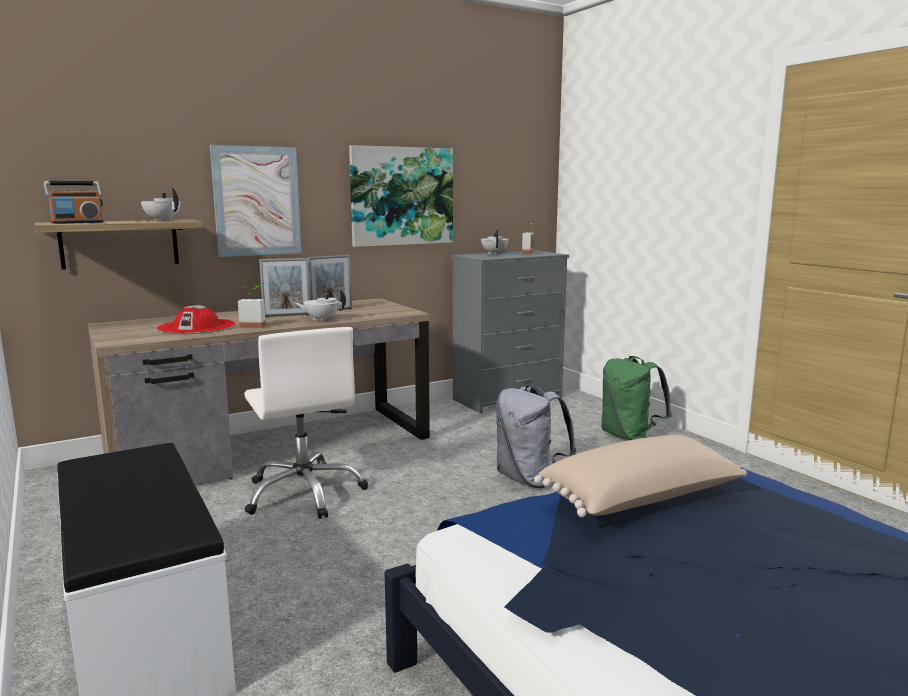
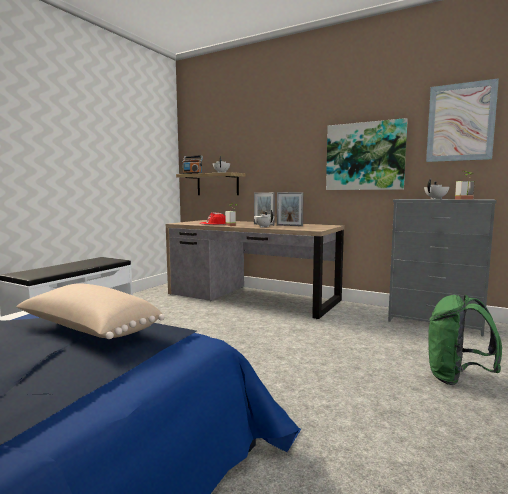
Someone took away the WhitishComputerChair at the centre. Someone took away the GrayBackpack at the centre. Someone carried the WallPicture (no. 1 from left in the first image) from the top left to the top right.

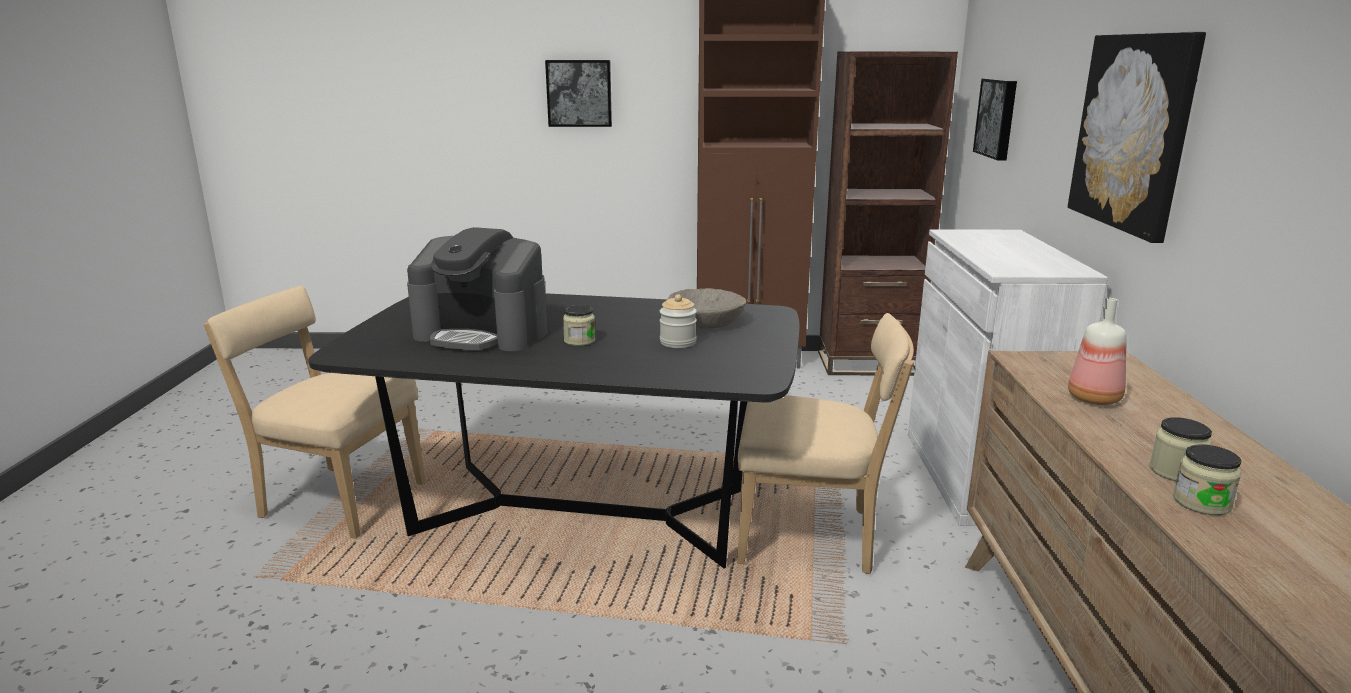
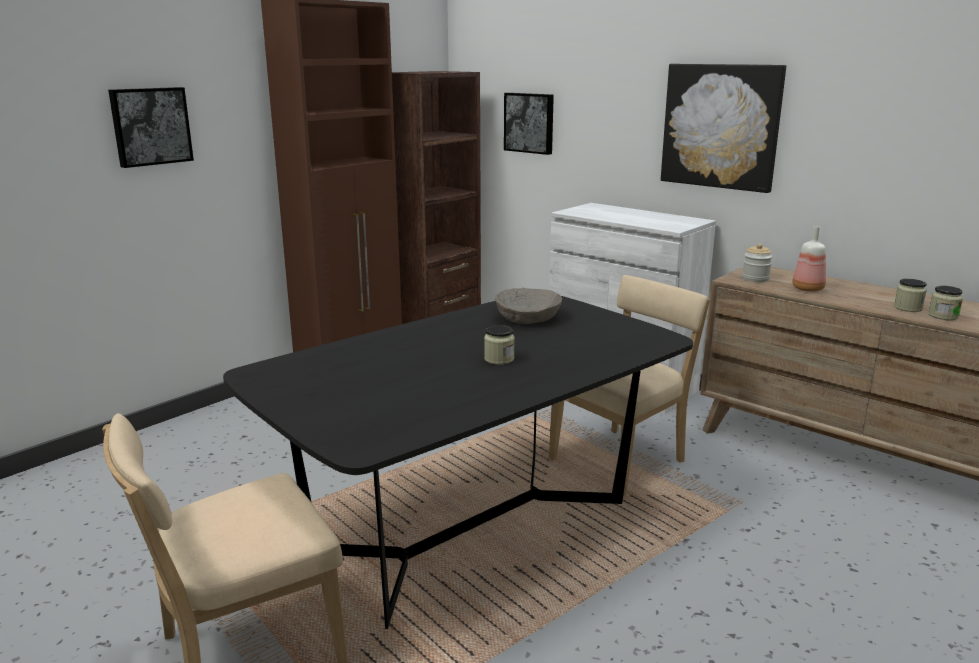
Someone took away the CoffeeMachine at the centre. Someone carried the Jar (no. 2 from left) from the centre to the middle right.

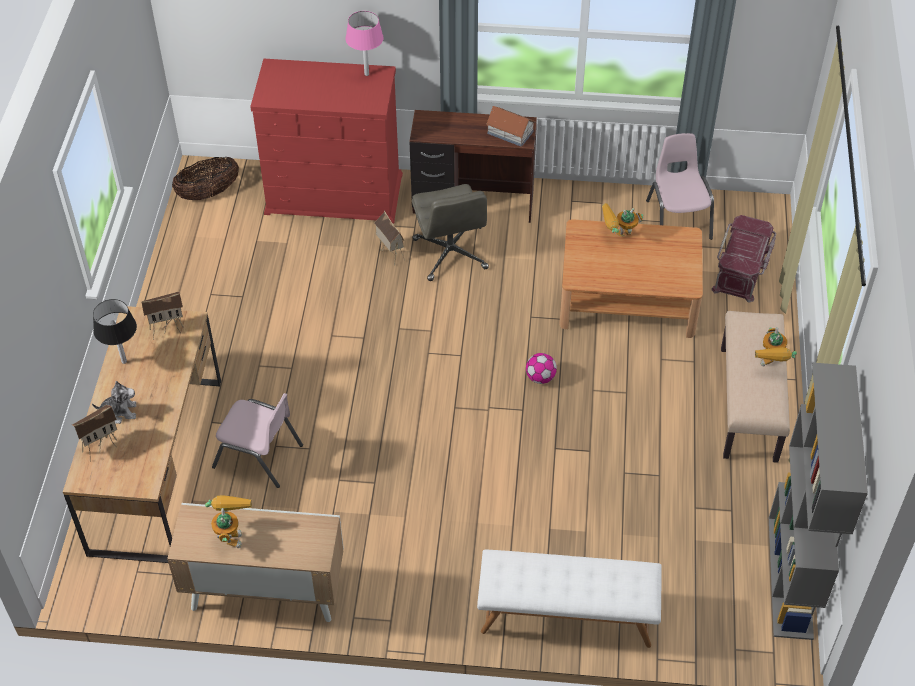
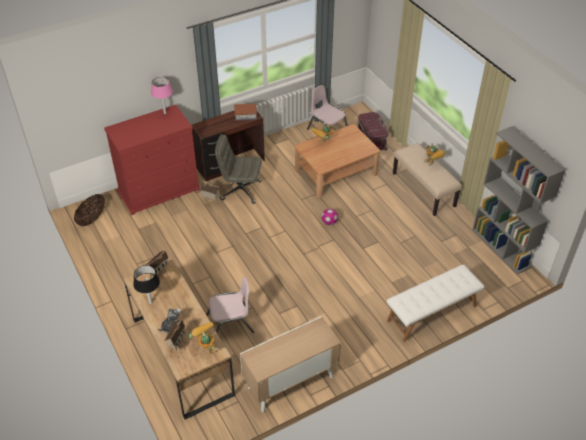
Someone carried the ToyRobot (no. 1 from left) from the bottom left to the bottom centre. Someone rotated the GrayComputerChair at the centre by 150 degrees clockwise.

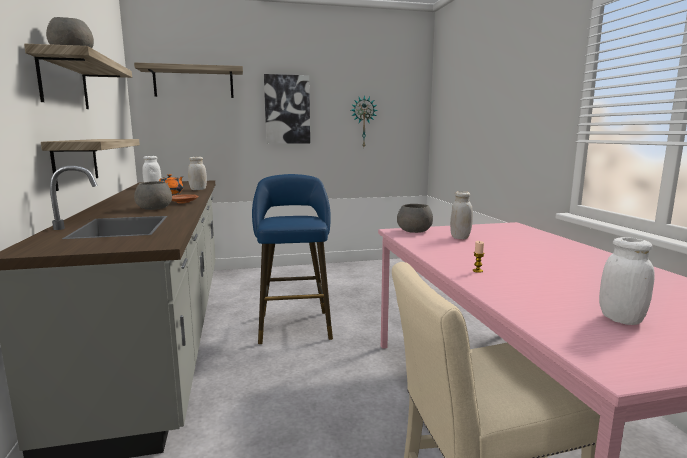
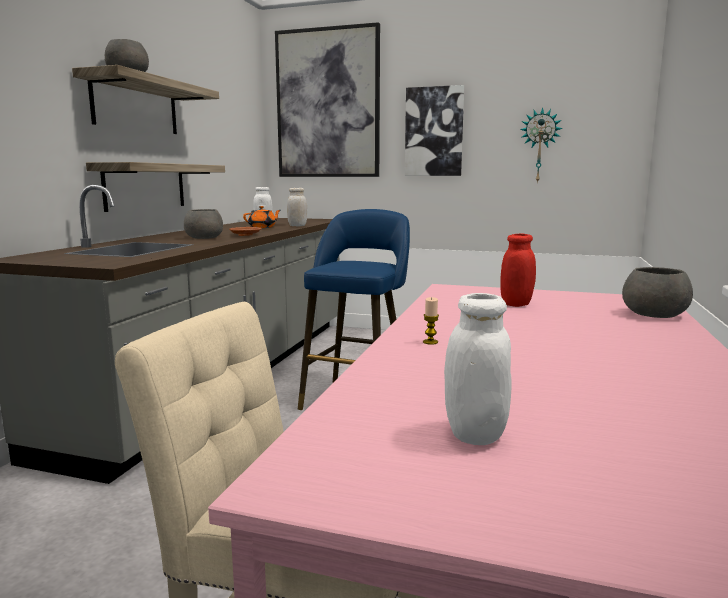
Someone carried the GrayBowl (no. 3 from left) from the centre to the middle right. Someone swapped the BracketShelf (no. 3 from left) at the top left for the WallPicture (no. 1 from left) at the top centre. Someone repainted the WhitishJar (no. 3 from left) at the middle right, which became the RedJar at the middle right.

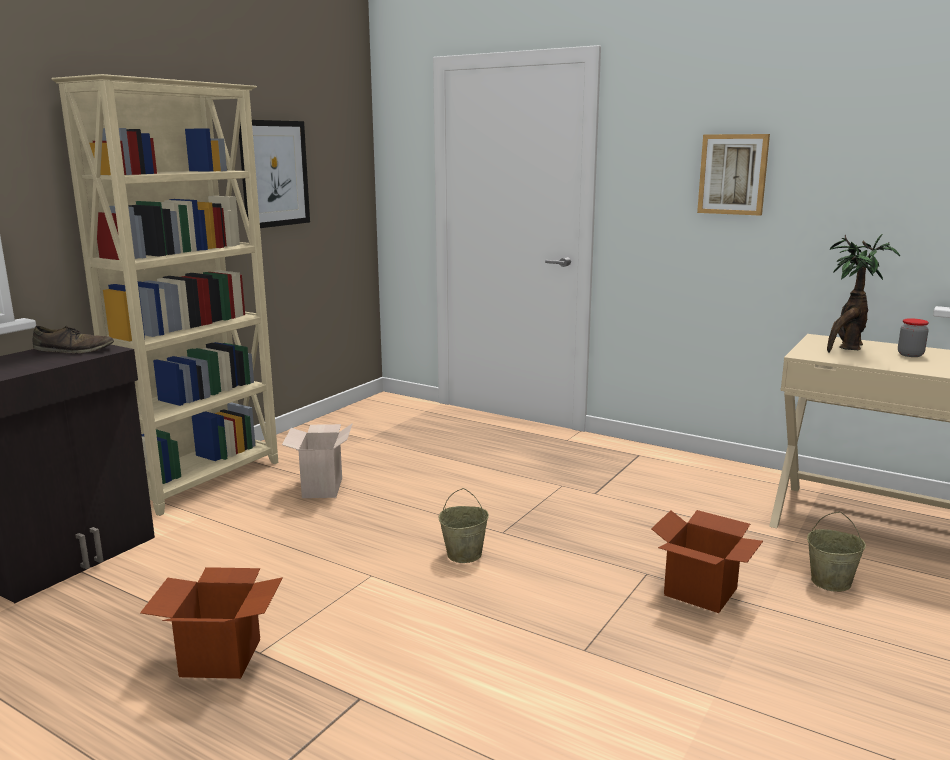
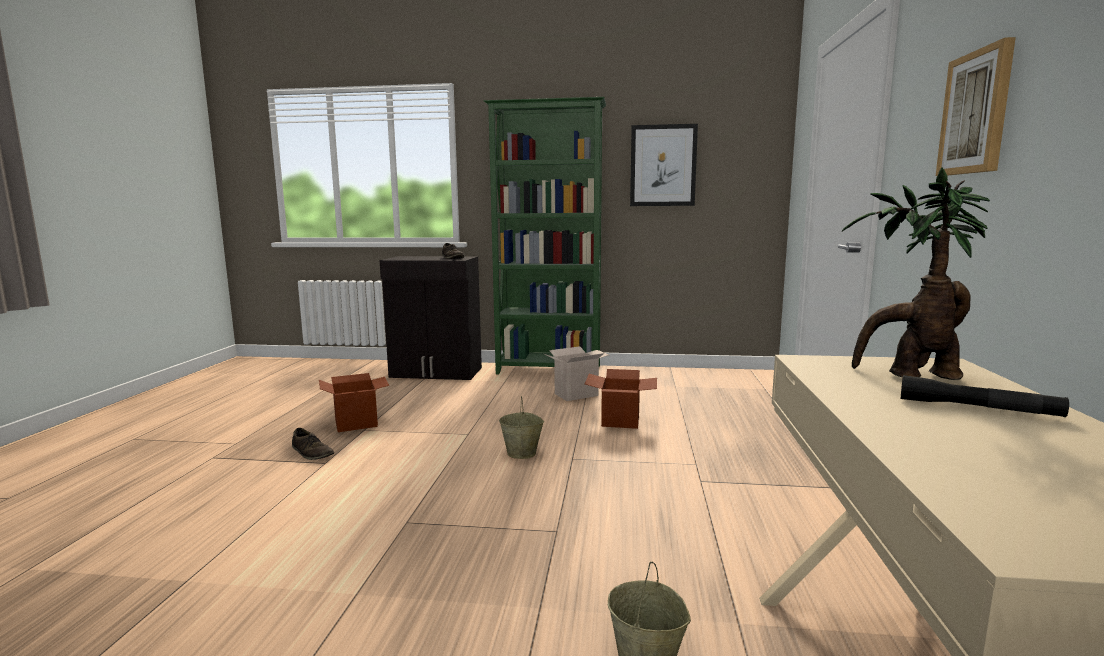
Someone put down the BrownishItemOfFootwear (no. 1 from left) at the bottom left. Someone carried the PackingBox (no. 3 from left) from the bottom right to the centre. Someone swapped the Jar at the middle right for the BlackishFlashlight at the middle right. Someone repainted the BeigeShelvingUnit at the middle left, which became the GreenishShelvingUnit at the centre.

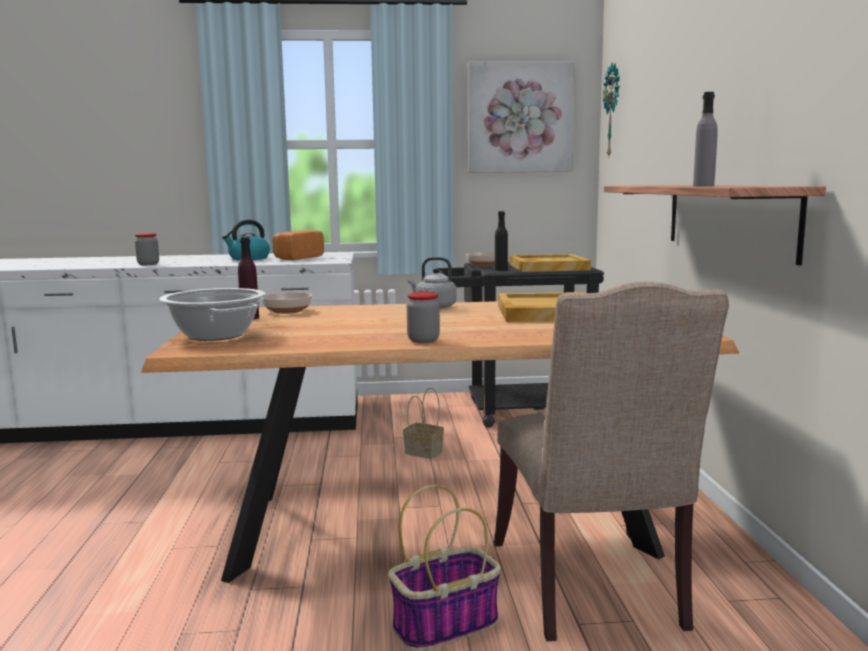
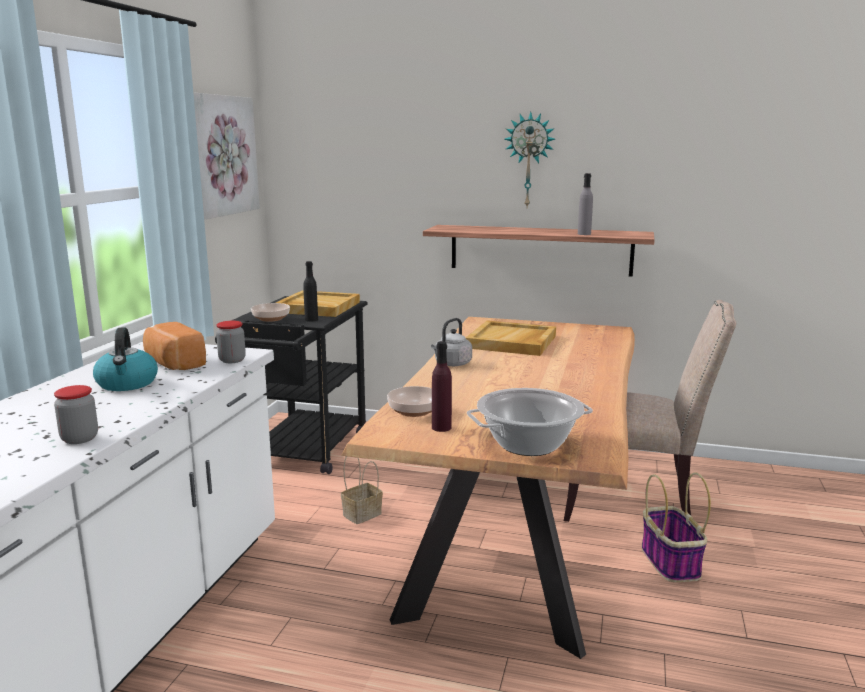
Someone carried the Jar (no. 2 from left) from the centre to the middle left. Someone carried the ClockOnTheWall from the top right to the top centre.

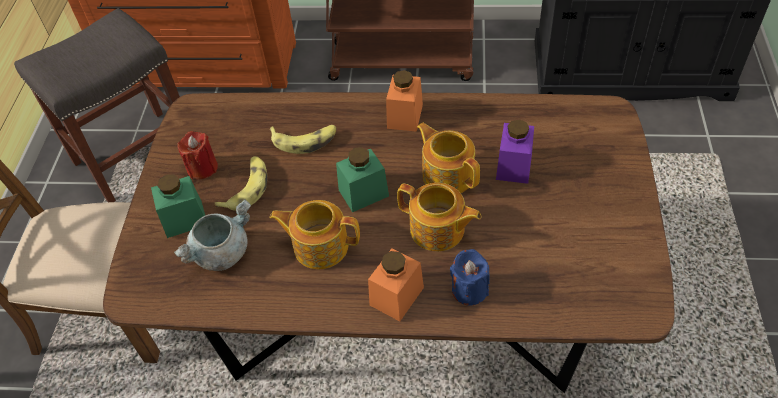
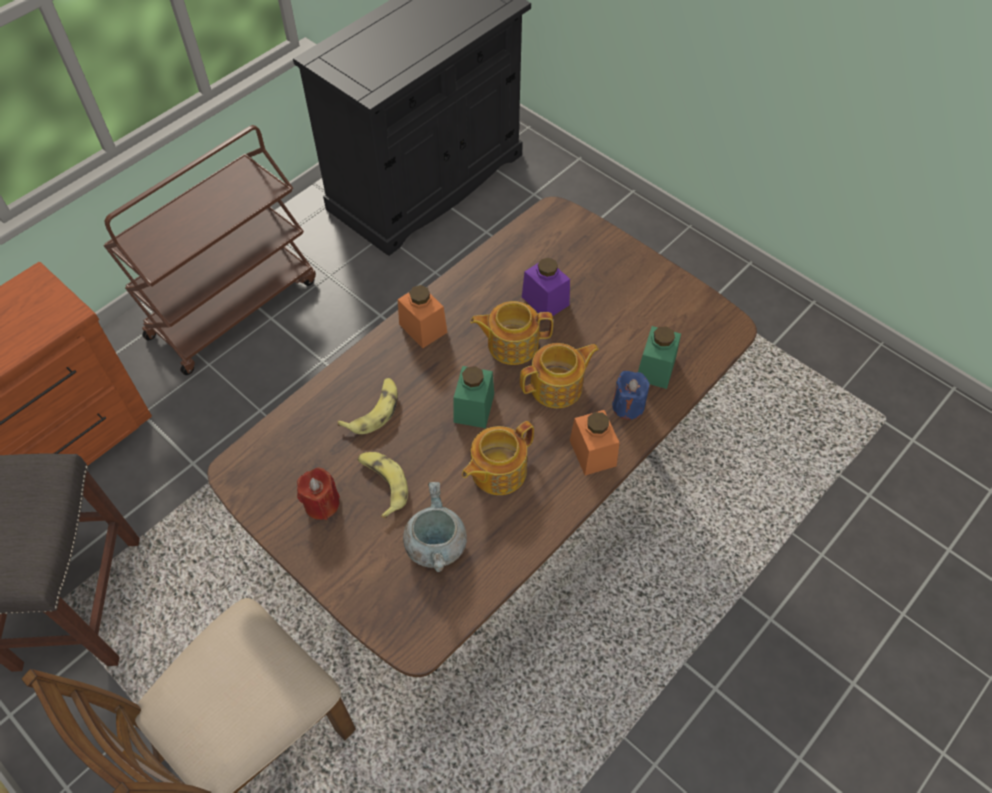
Someone carried the GreenishJar (no. 1 from left in the first image) from the middle left to the centre.

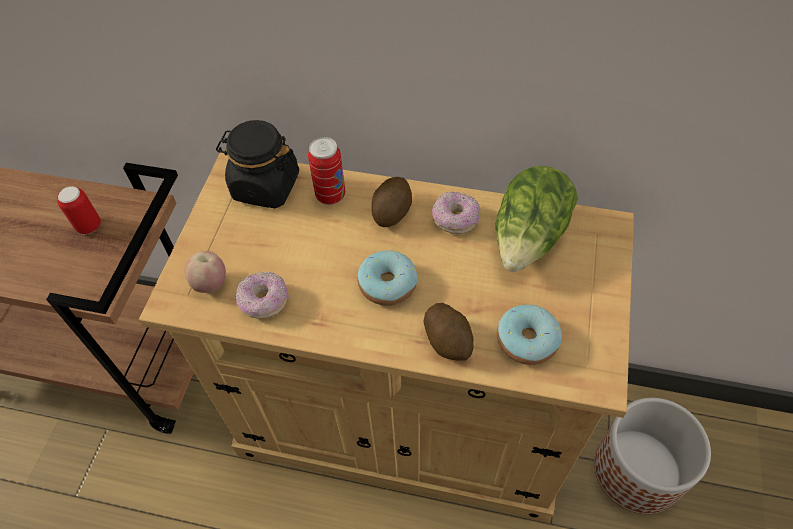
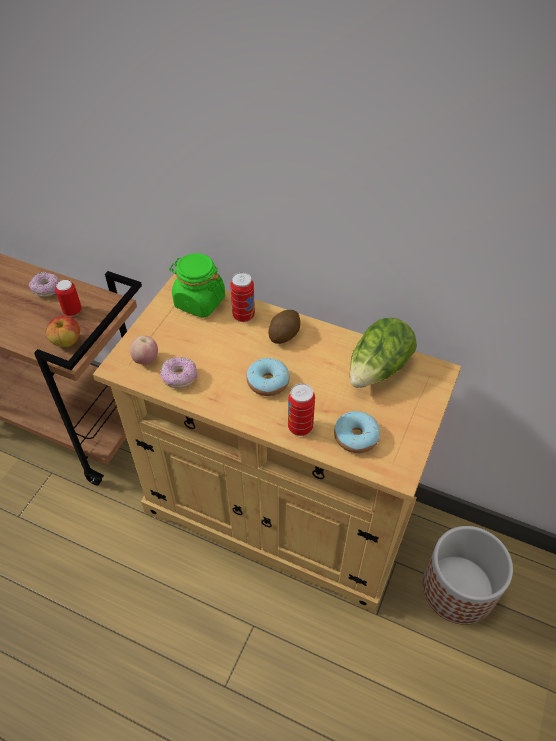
Someone put down the AppleFruit (no. 1 from left) at the middle left. Someone carried the RingDoughnut (no. 3 from left in the first image) from the centre to the middle left. Someone swapped the Spud (no. 2 from left) at the centre for the MetalCan (no. 3 from left) at the centre. Someone repainted the BlackishJar at the top left, which became the GreenishJar at the centre.

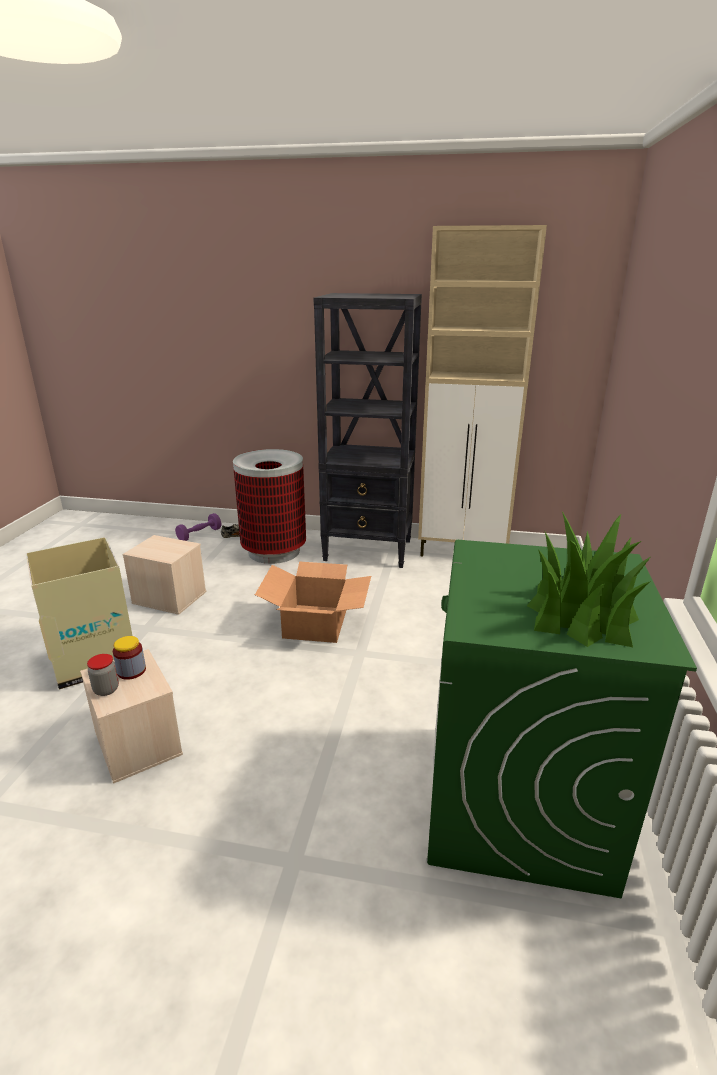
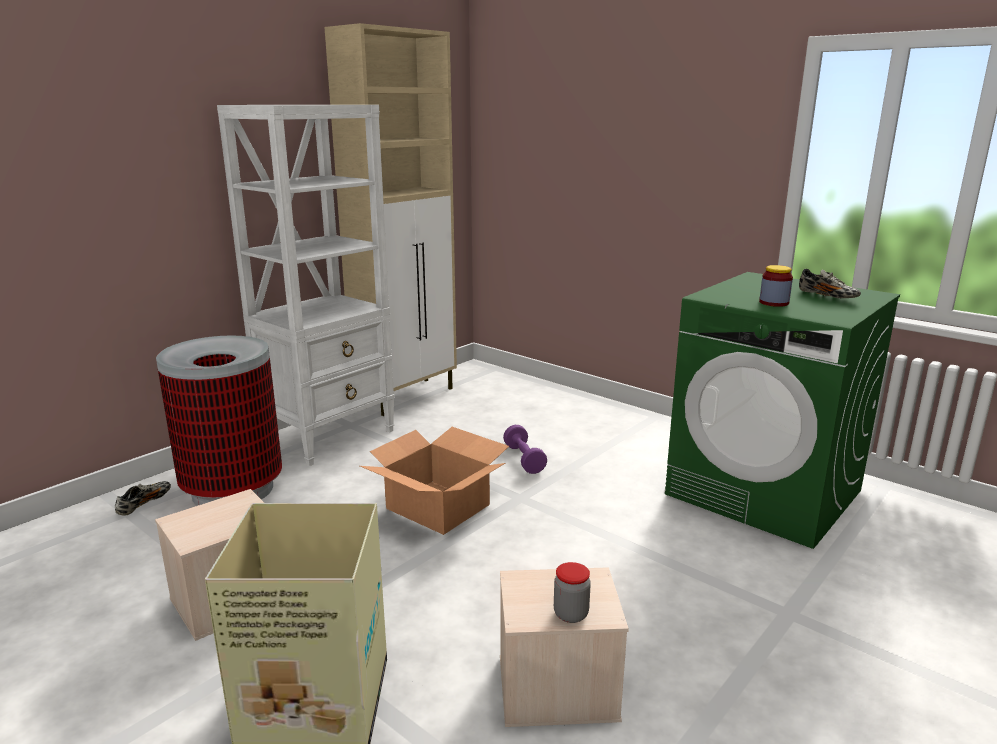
Someone carried the Jar (no. 2 from left) from the middle left to the middle right. Someone carried the PurpleColouredFreeWeight from the middle left to the centre. Someone swapped the PlantInAPot at the middle right for the ItemOfFootwear (no. 2 from left) at the middle right. Someone repainted the BlackishShelvingUnit at the centre, which became the WhitishShelvingUnit at the middle left.

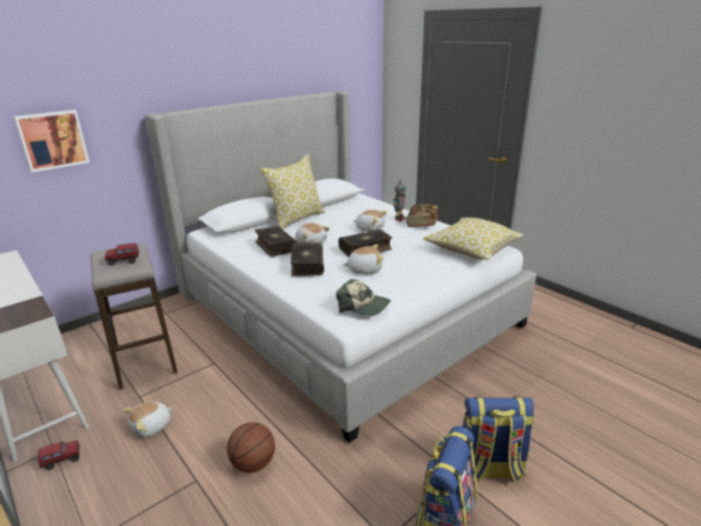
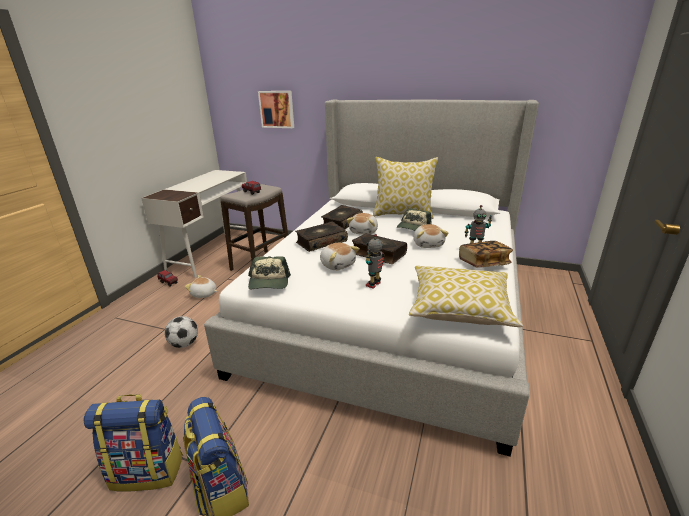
Someone put down the ToyRobot (no. 1 from left) at the centre. Someone put down the Cap (no. 2 from left) at the centre. Someone swapped the BasketballBall at the bottom centre for the FootballBall at the middle left.

